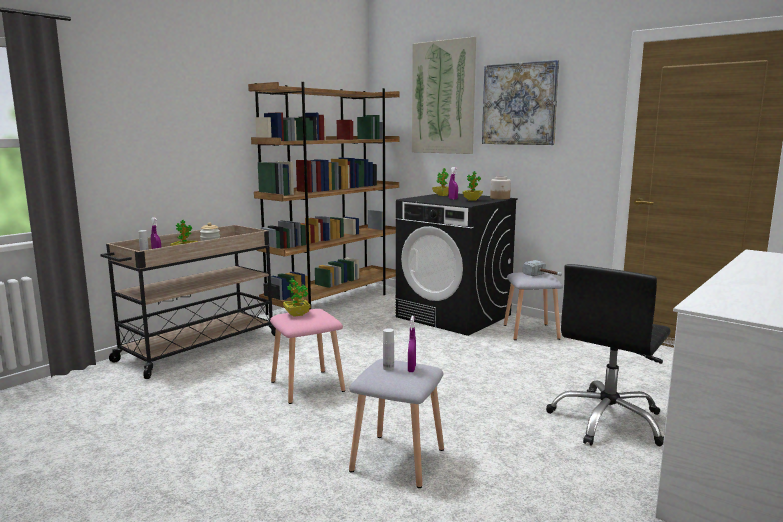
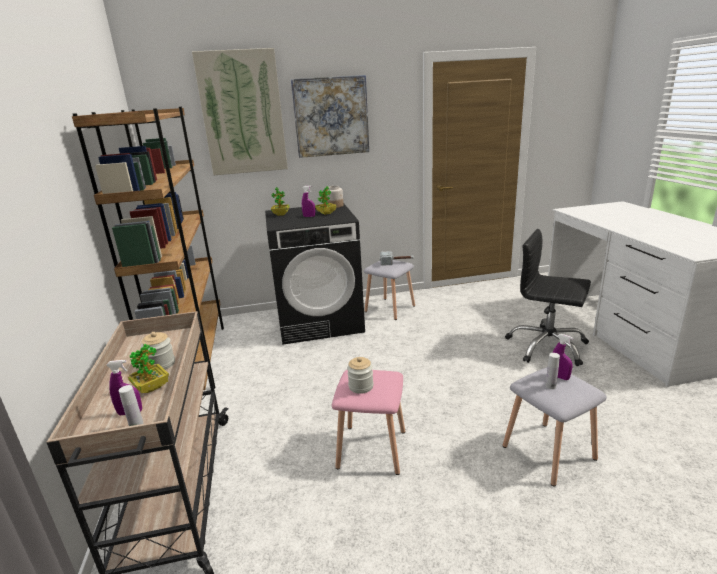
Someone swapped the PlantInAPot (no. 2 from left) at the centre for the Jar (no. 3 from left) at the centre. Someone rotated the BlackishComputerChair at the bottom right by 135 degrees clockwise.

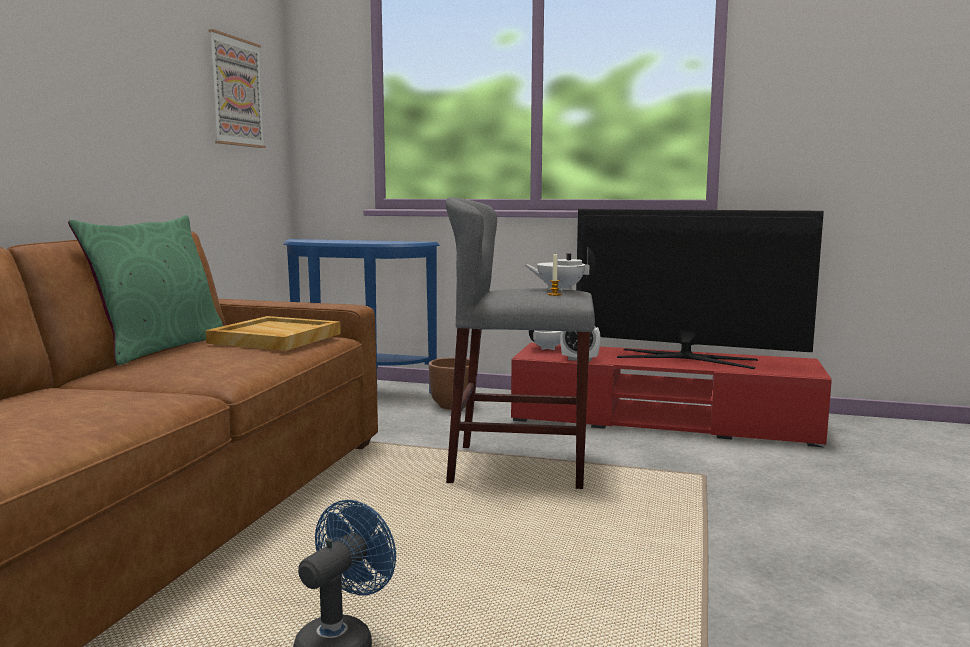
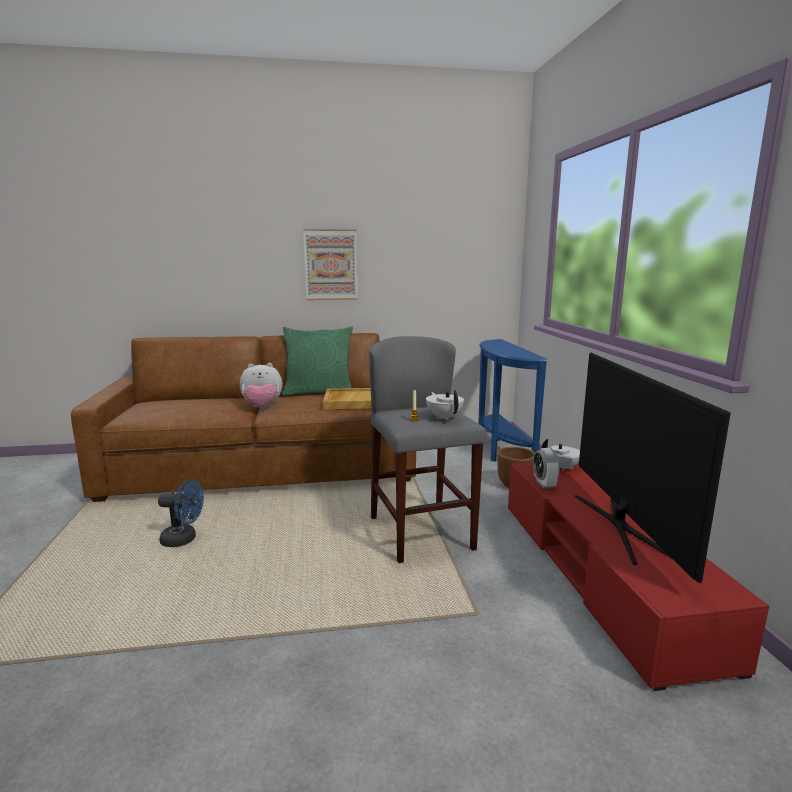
Someone put down the PlushToy at the middle left. Someone carried the WallPicture from the top left to the centre.

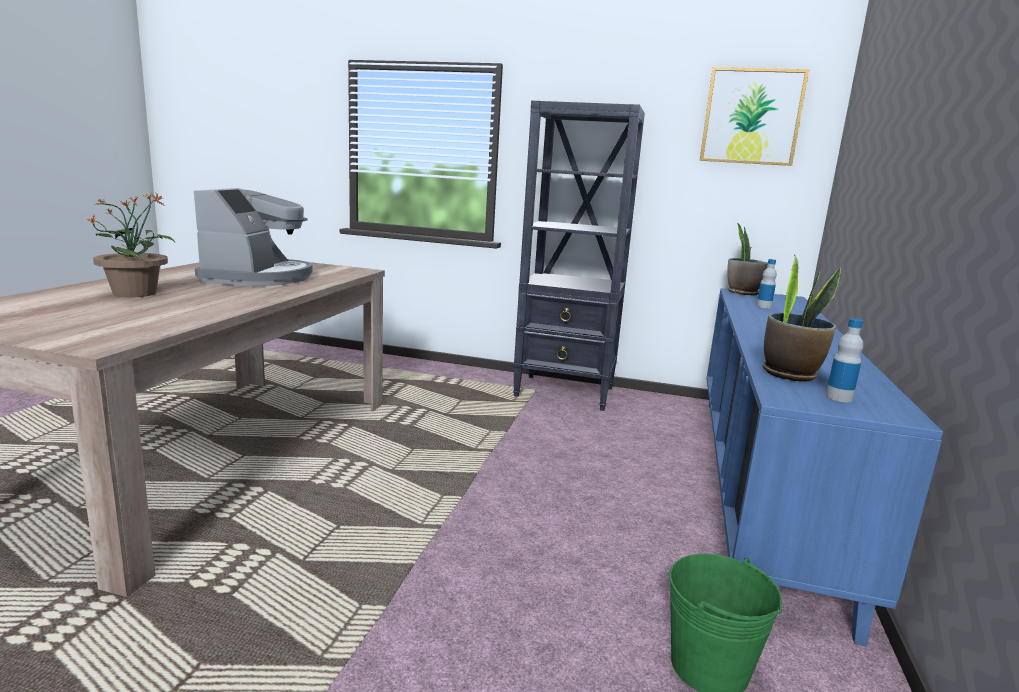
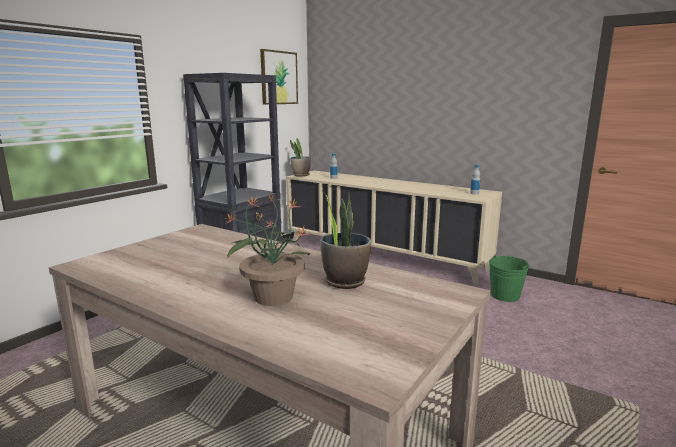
Someone took away the CoffeeMachine at the middle left. Someone carried the PlantInAPot (no. 3 from left) from the middle right to the centre. Someone repainted the BlueColouredCupboard at the bottom right, which became the BeigeCupboard at the centre.

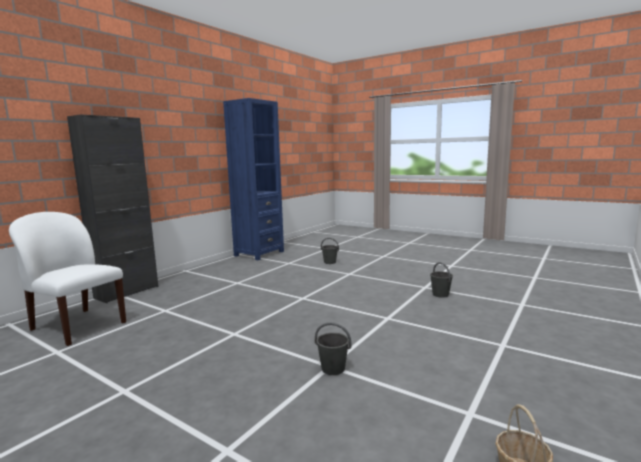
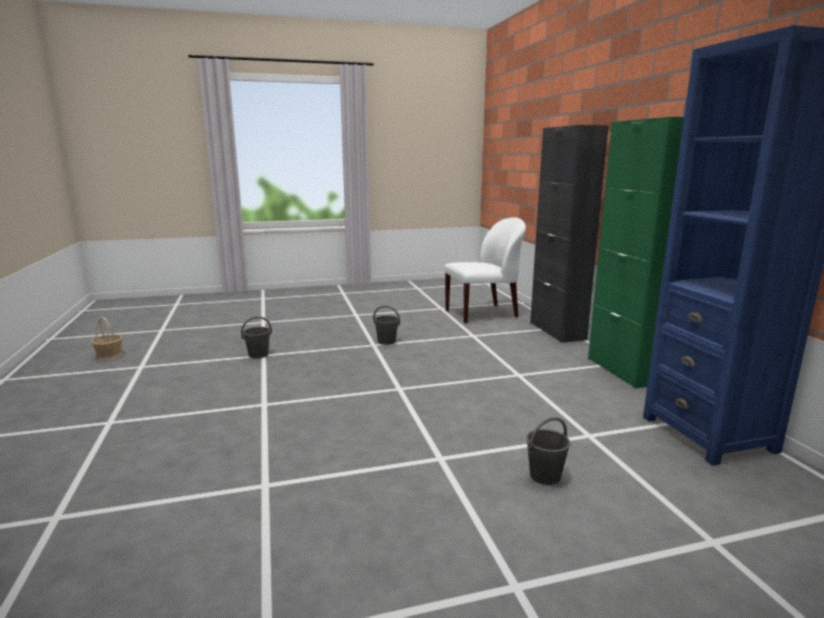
Someone put down the GreenishCupboard at the middle right. Someone carried the GrayPail (no. 3 from left in the first image) from the middle right to the centre.

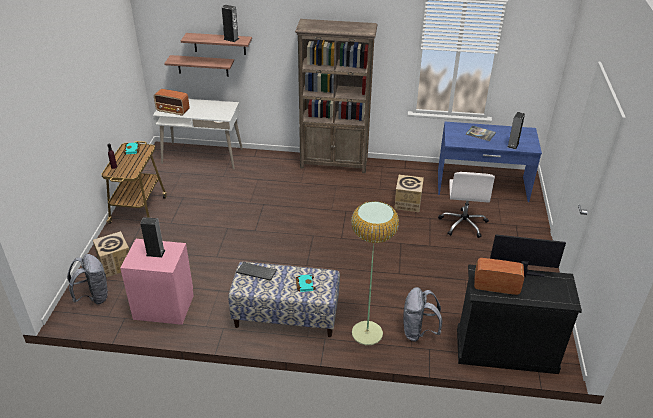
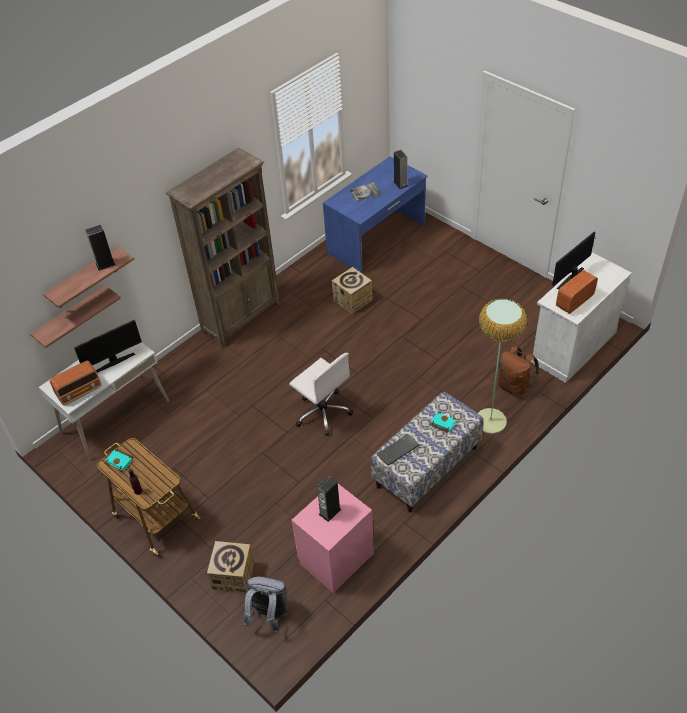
Someone put down the ComputerDisplay (no. 1 from left) at the middle left. Someone carried the WhitishComputerChair from the middle right to the centre. Someone repainted the GrayBackpack (no. 2 from left) at the bottom centre, which became the BrownishBackpack at the middle right. Someone repainted the BlackishCupboard at the bottom right, which became the WhitishCupboard at the middle right.

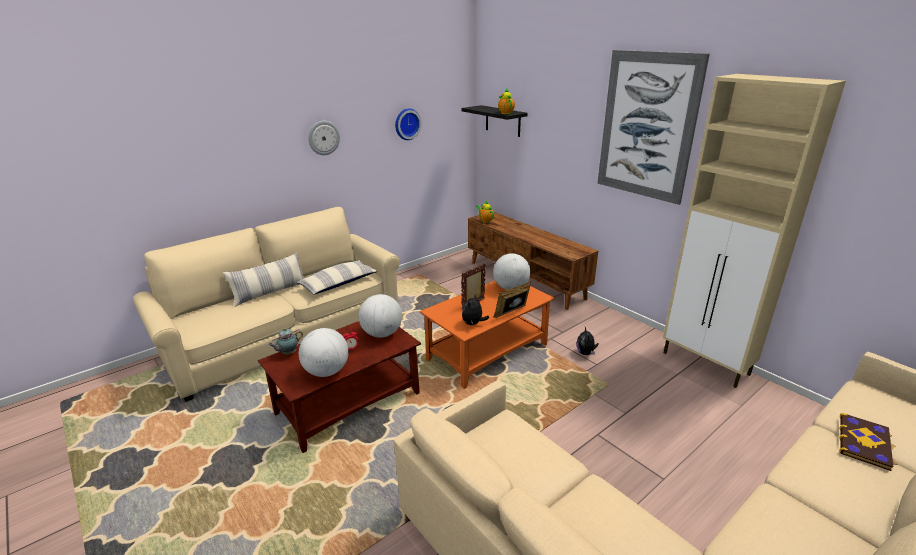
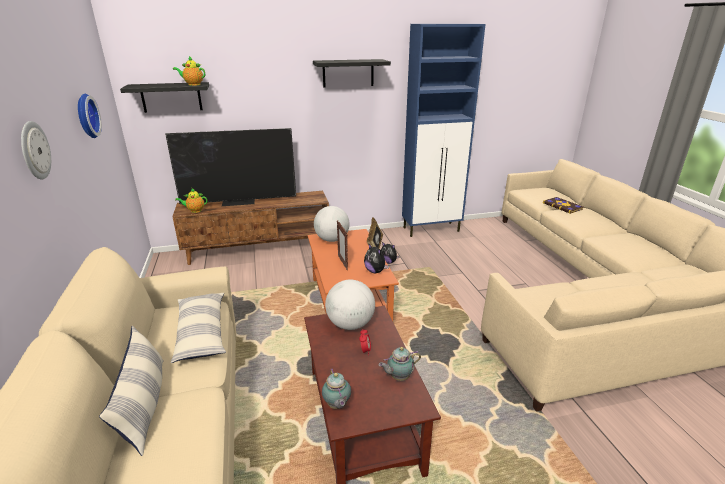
Someone put down the Tv at the middle left. Someone swapped the DeskGlobe (no. 1 from left) at the centre for the Teapot (no. 4 from left) at the bottom centre. Someone swapped the WallPicture at the top right for the BlackishBracketShelf (no. 2 from left) at the top centre. Someone repainted the BeigeCupboard at the middle right, which became the BlueColouredCupboard at the top centre.

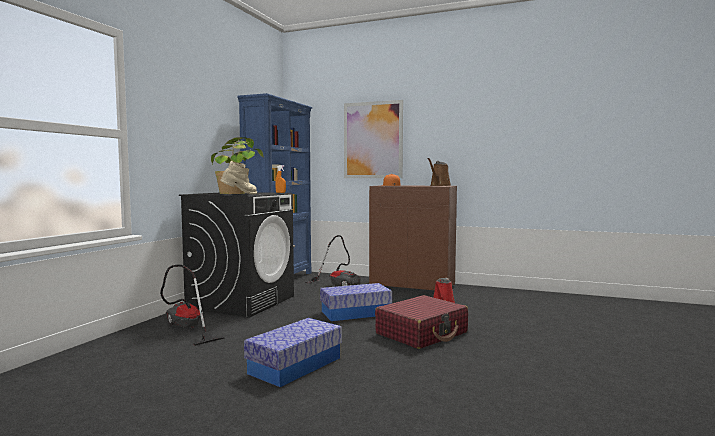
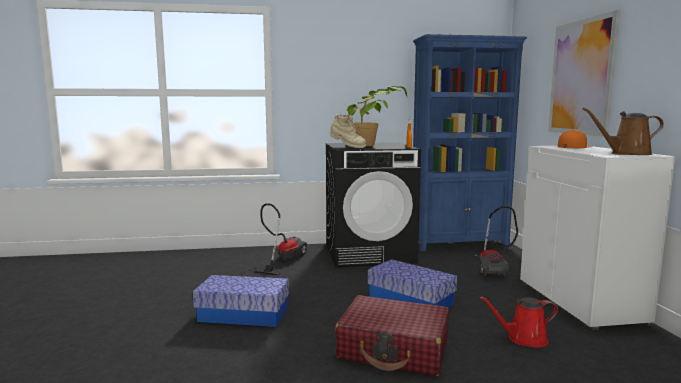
Someone repainted the BrownishCupboard at the centre, which became the WhitishCupboard at the middle right.

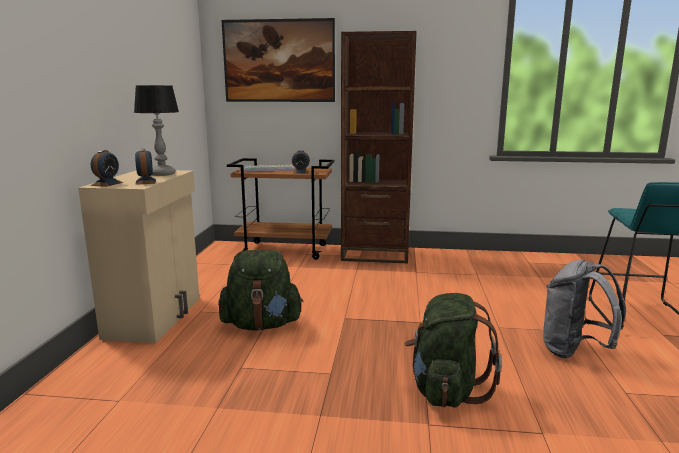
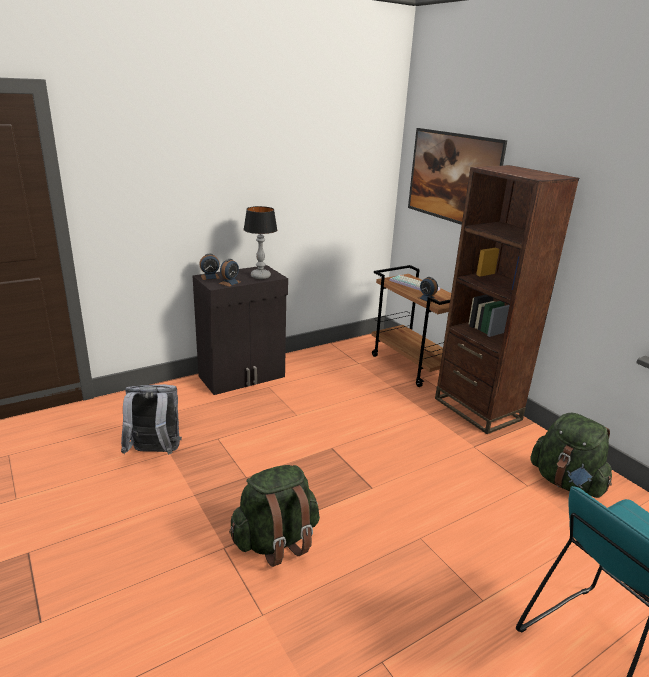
Someone carried the GreenishBackpack (no. 1 from left in the first image) from the centre to the bottom right. Someone carried the GrayBackpack from the bottom right to the middle left. Someone repainted the BeigeCupboard at the middle left, which became the BlackishCupboard at the centre.

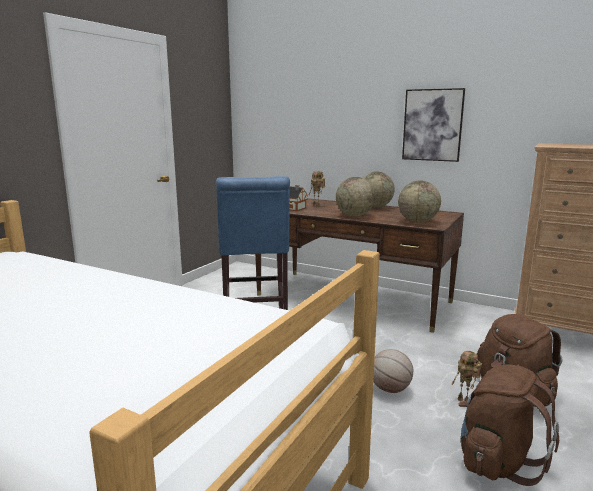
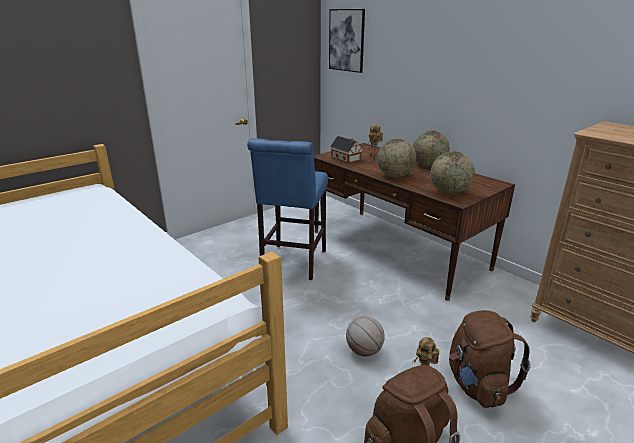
Someone carried the WallPicture from the top right to the top centre.

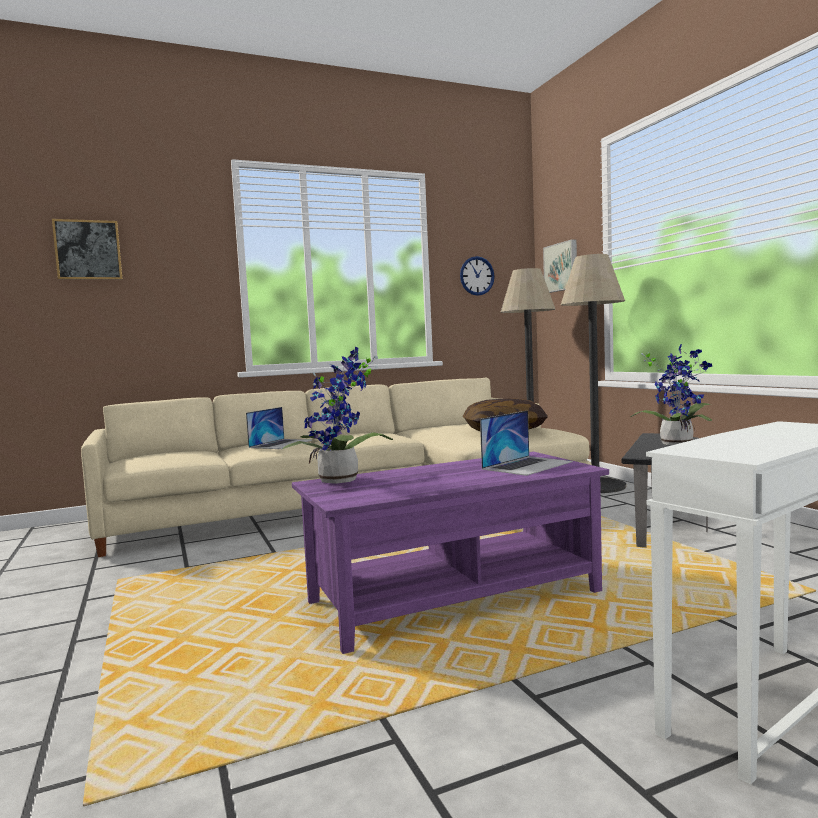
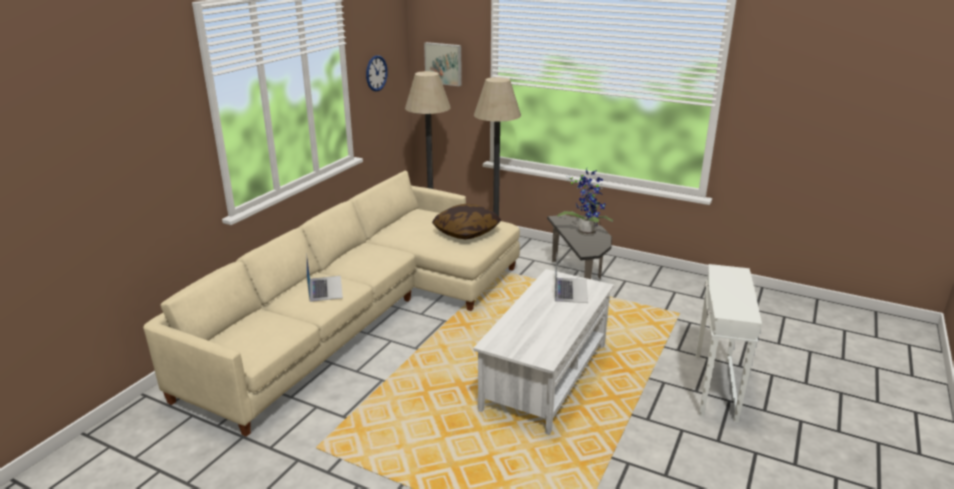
Someone took away the WallPicture (no. 1 from left) at the top left. Someone took away the PlantInAPot (no. 1 from left) at the centre. Someone repainted the PurpleColouredLowTable at the bottom centre, which became the WhitishLowTable at the bottom centre.

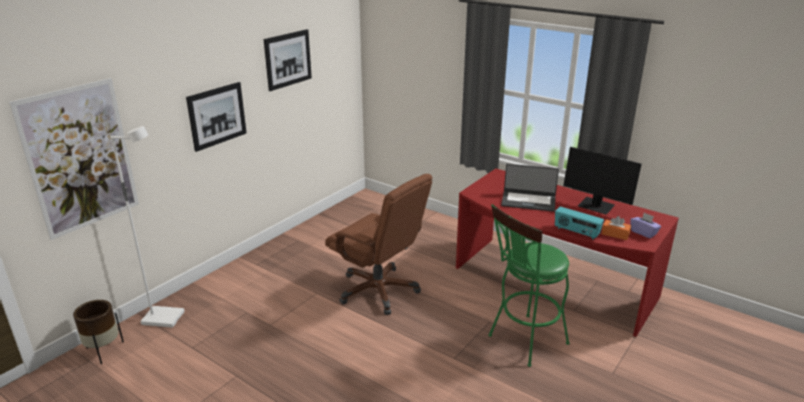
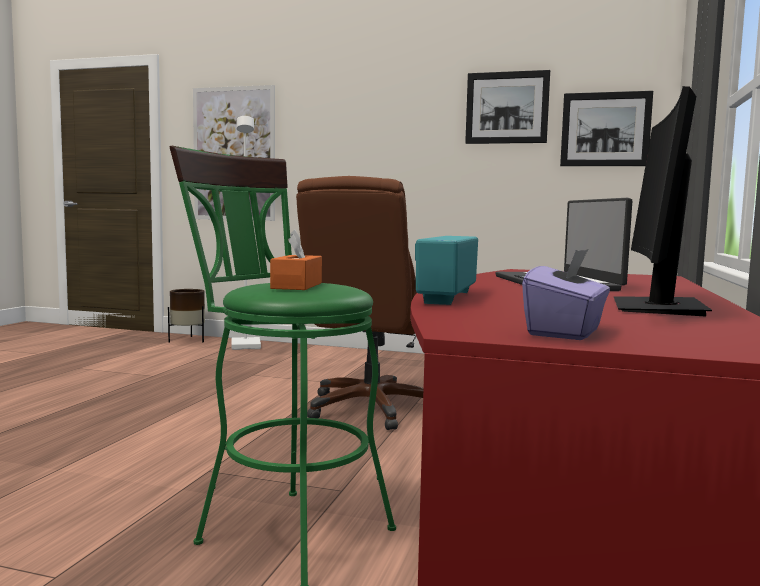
Someone carried the WallPicture (no. 2 from left in the first image) from the top left to the top right. Someone carried the OrangeyBoxOfTissues from the middle right to the centre.

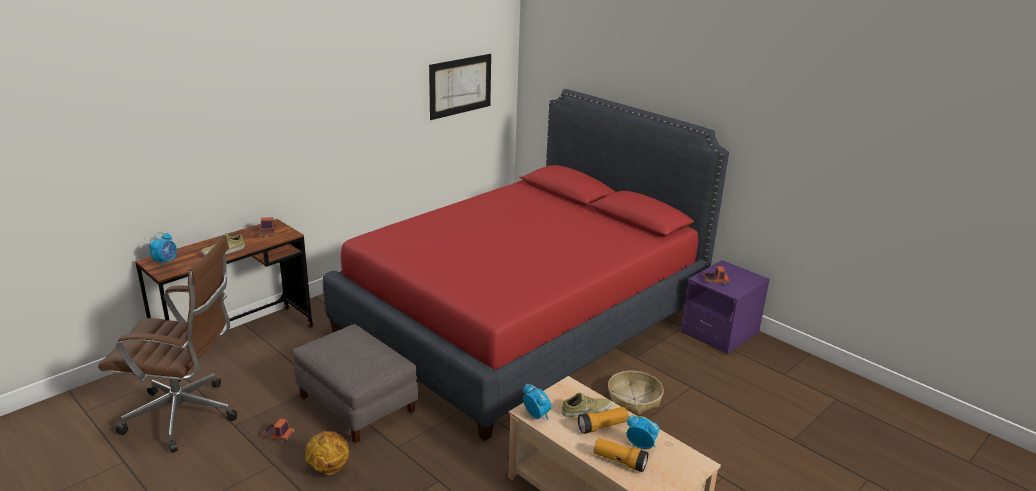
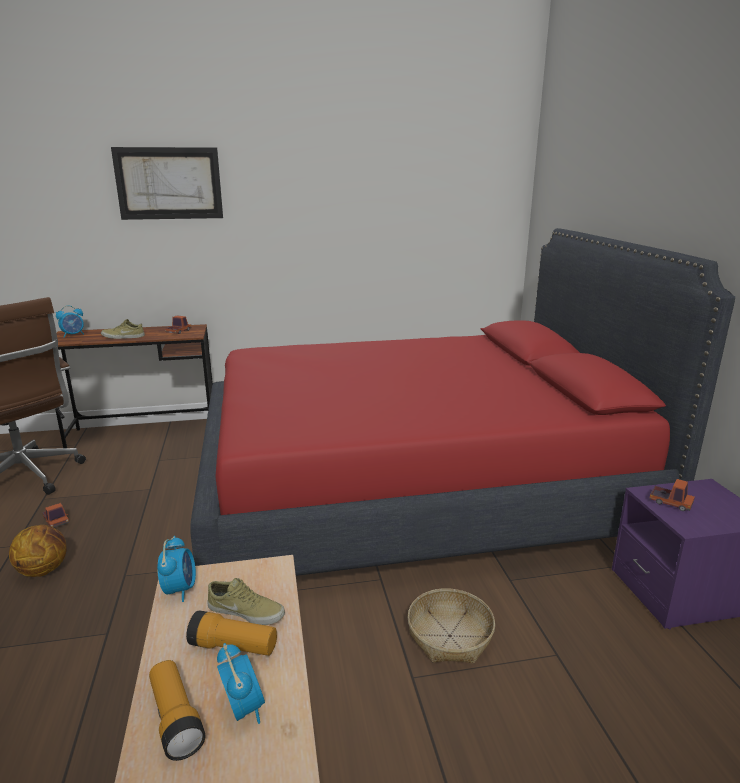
Someone took away the GrayPouffe at the bottom centre. Someone carried the WallPicture from the top centre to the top left.

